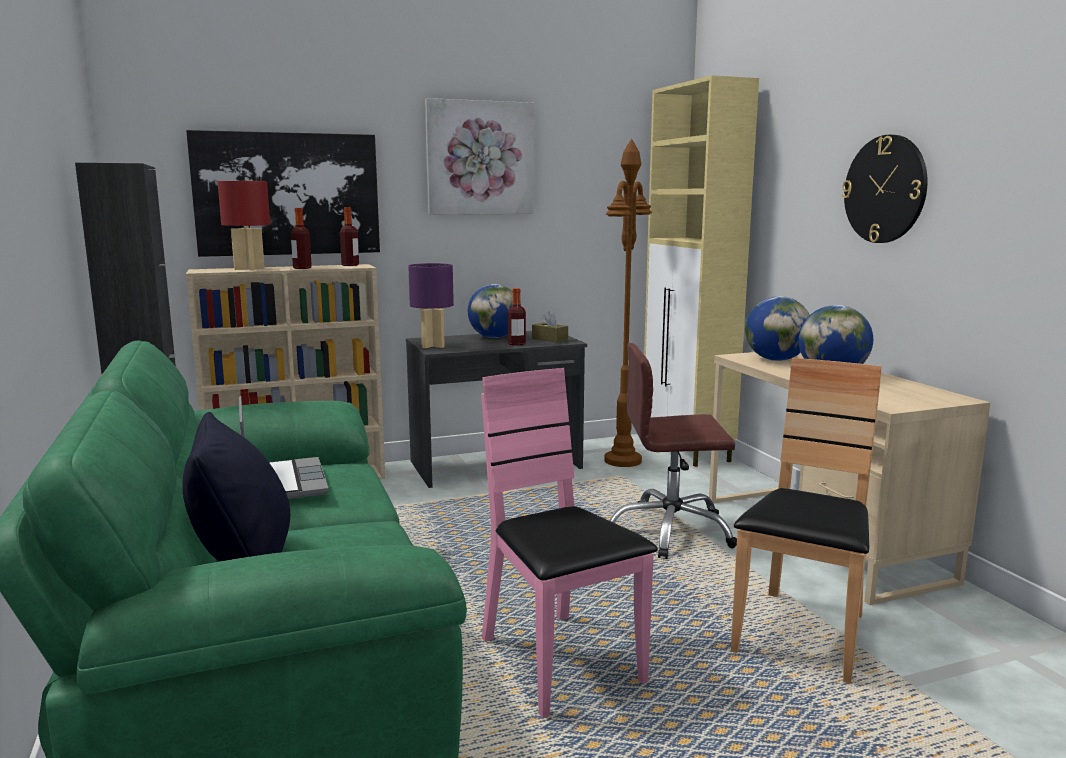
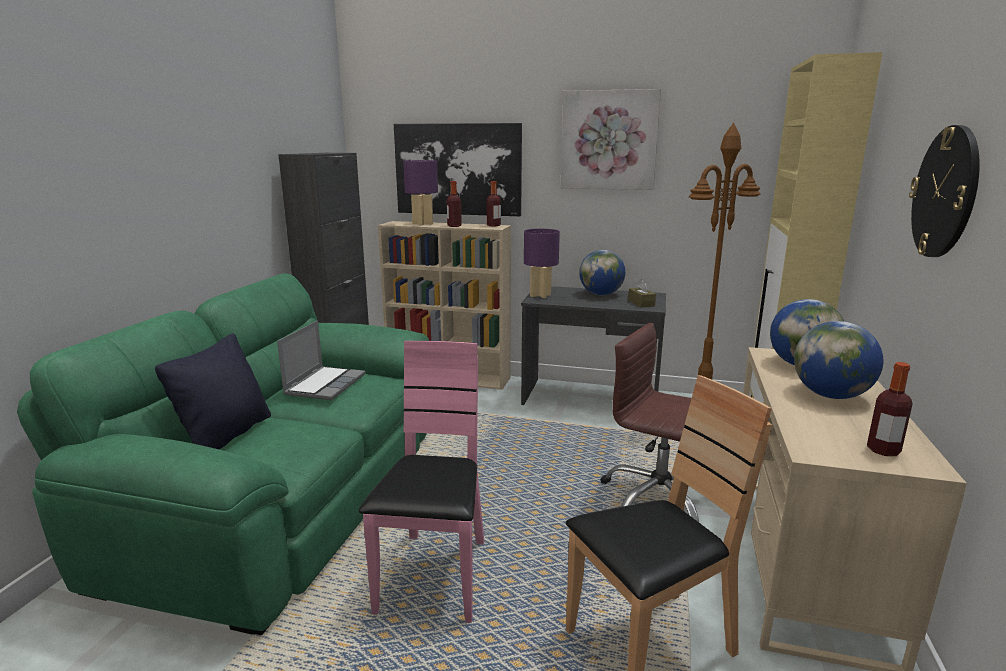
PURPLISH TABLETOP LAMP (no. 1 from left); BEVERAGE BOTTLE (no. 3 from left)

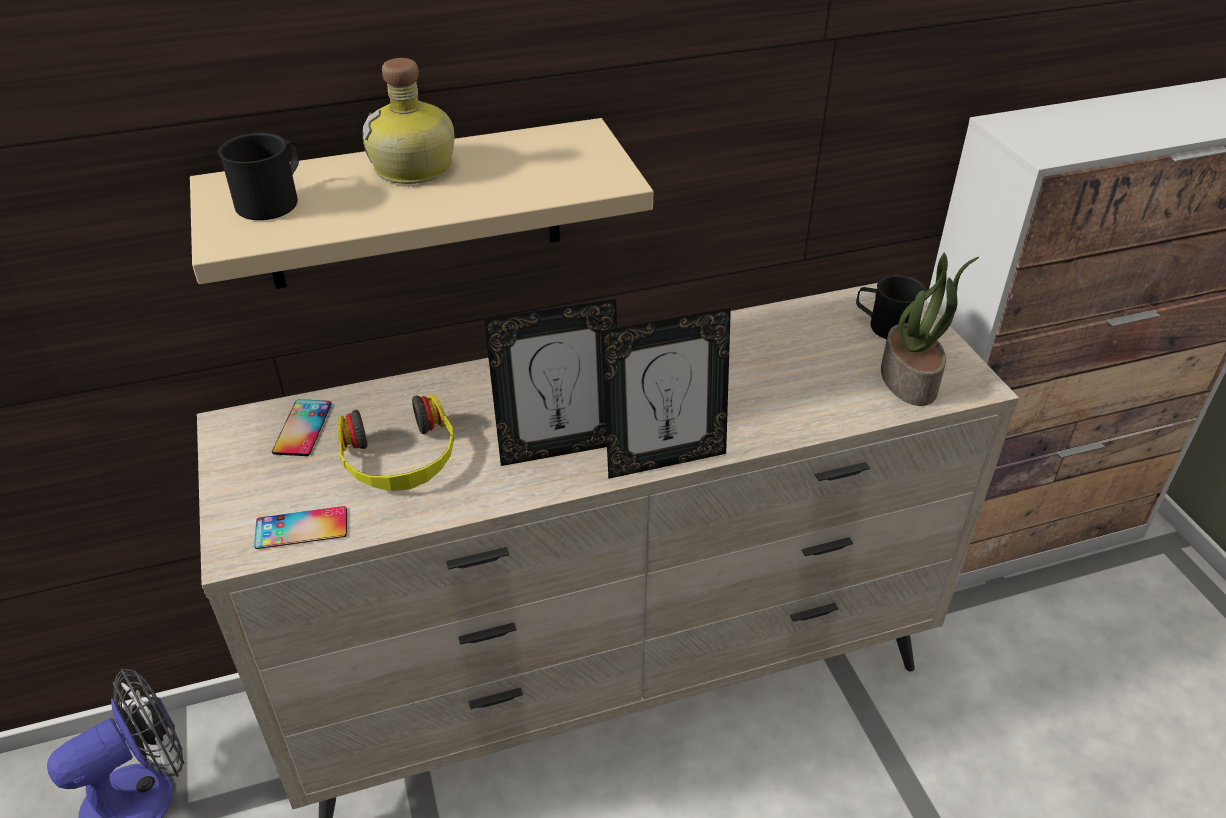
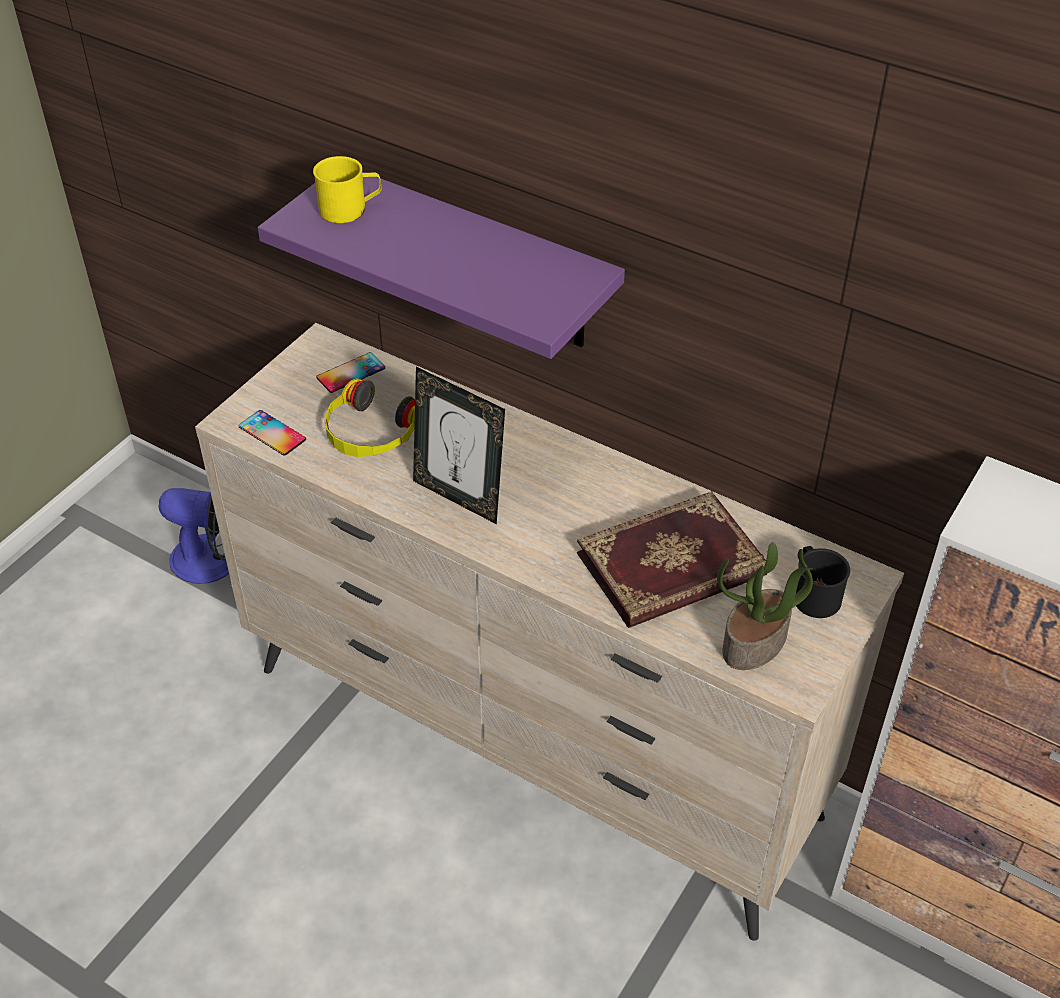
PURPLISH WALL SHELF; YELLOW-COLOURED COFFEE MUG; BEVERAGE BOTTLE; PICTURE FRAME (no. 2 from left in the first image); VOLUME

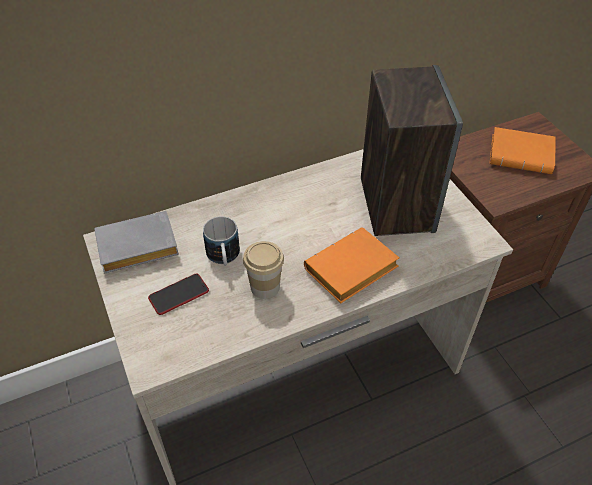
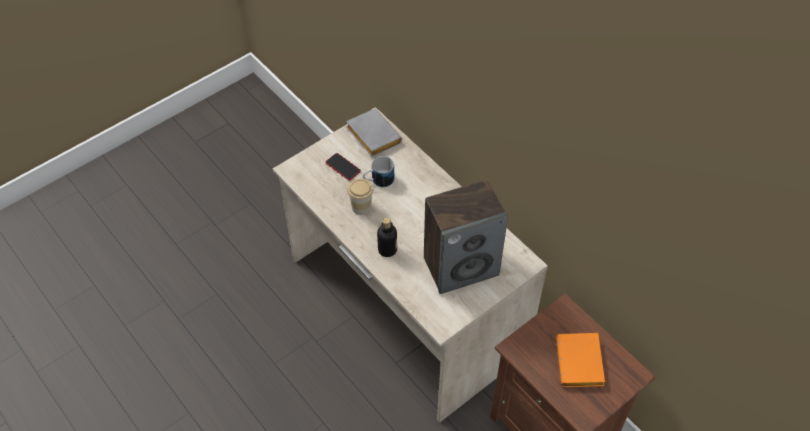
BEVERAGE BOTTLE

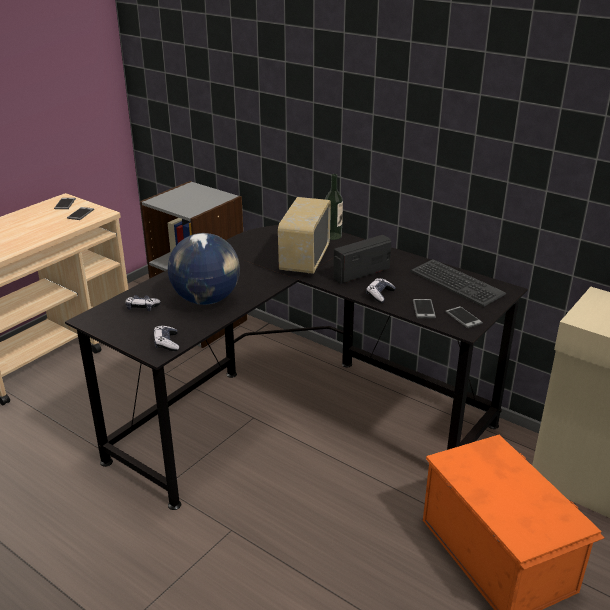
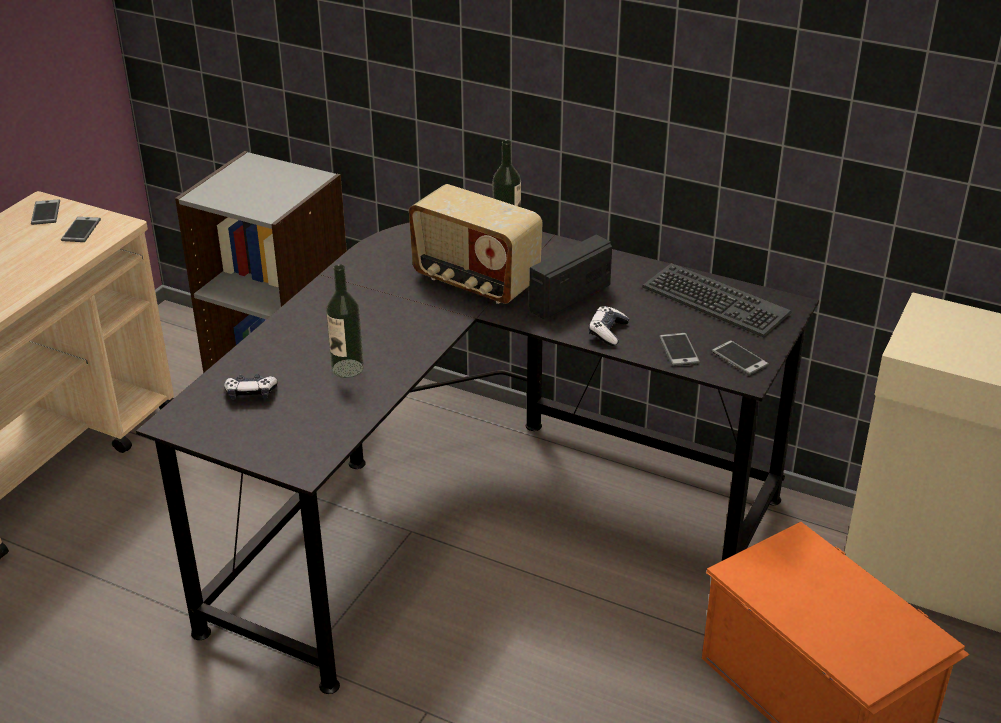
GAME CONTROLLER (no. 2 from left in the first image); BEVERAGE BOTTLE (no. 1 from left); RADIO RECEIVER (no. 1 from left)

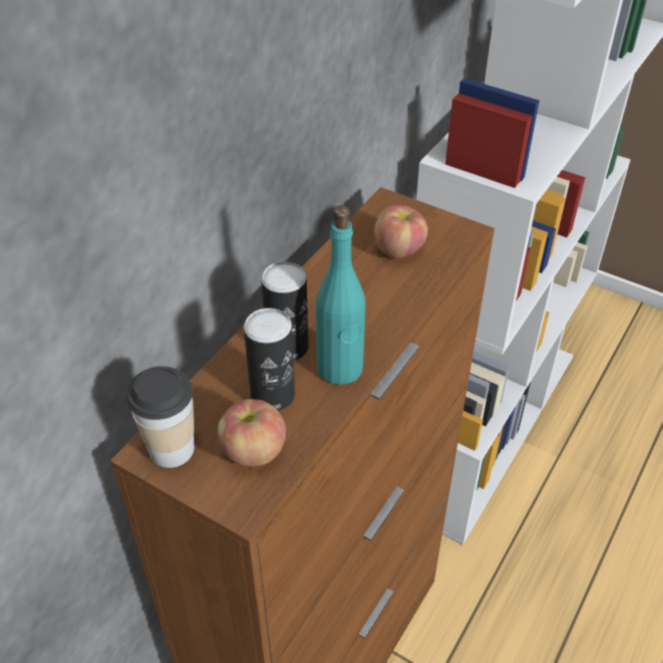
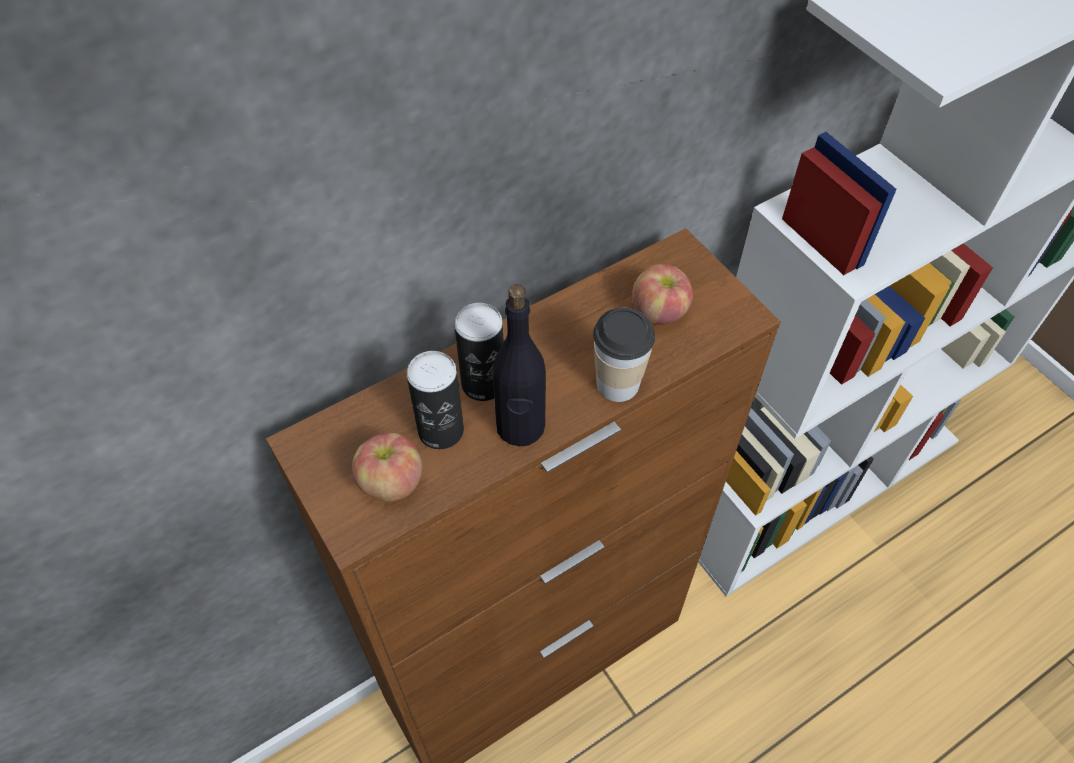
DRINKING CUP; BLACKISH BEVERAGE BOTTLE

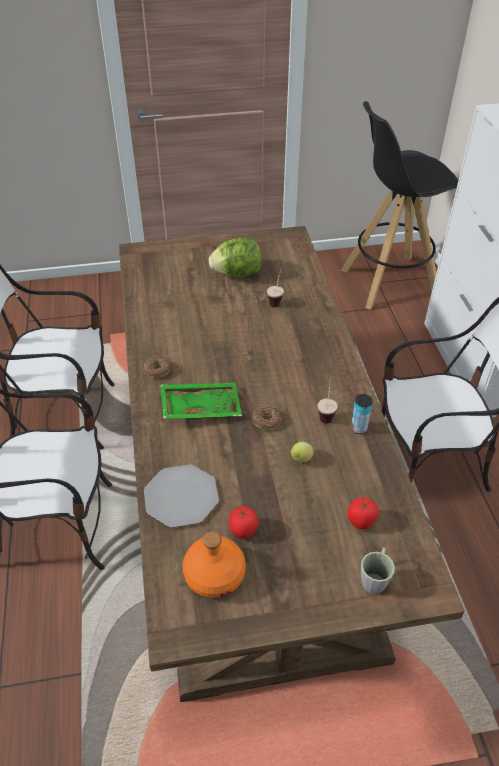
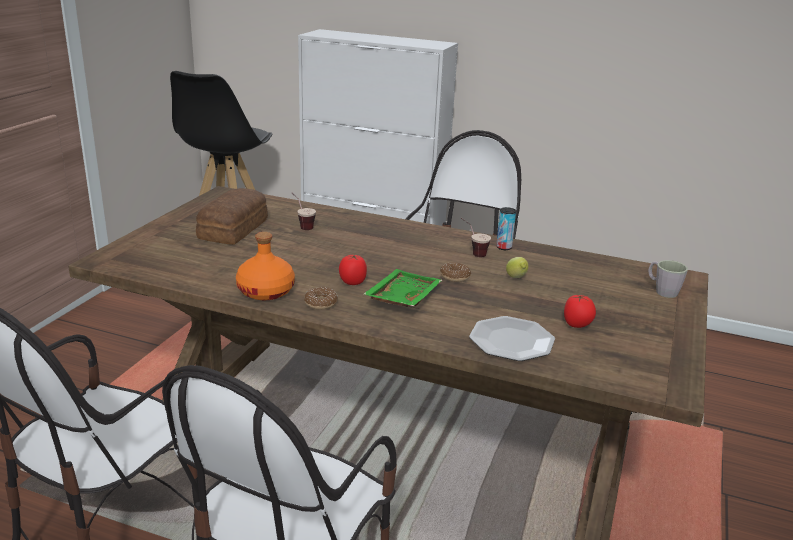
ORANGEY BEVERAGE BOTTLE; BREAD; TOMATO (no. 1 from left)

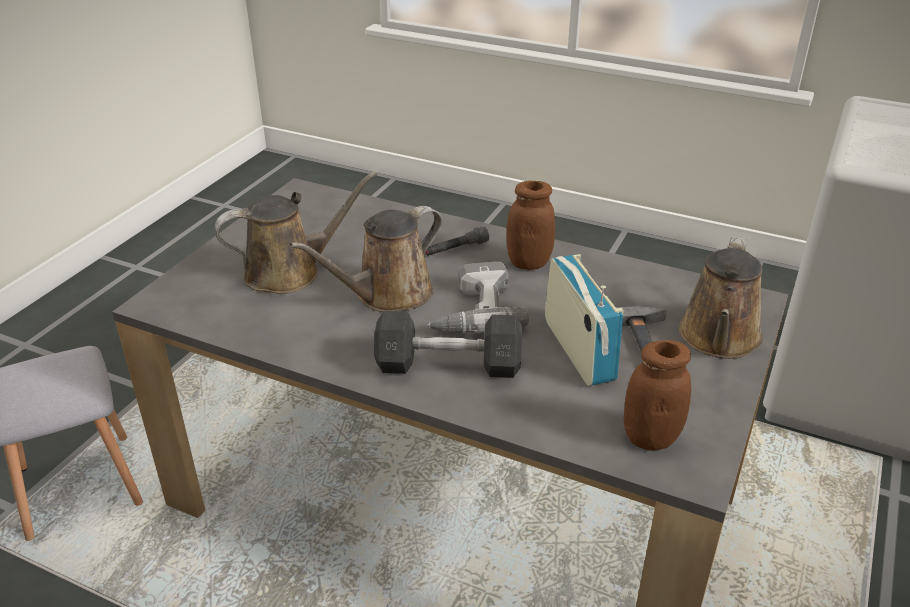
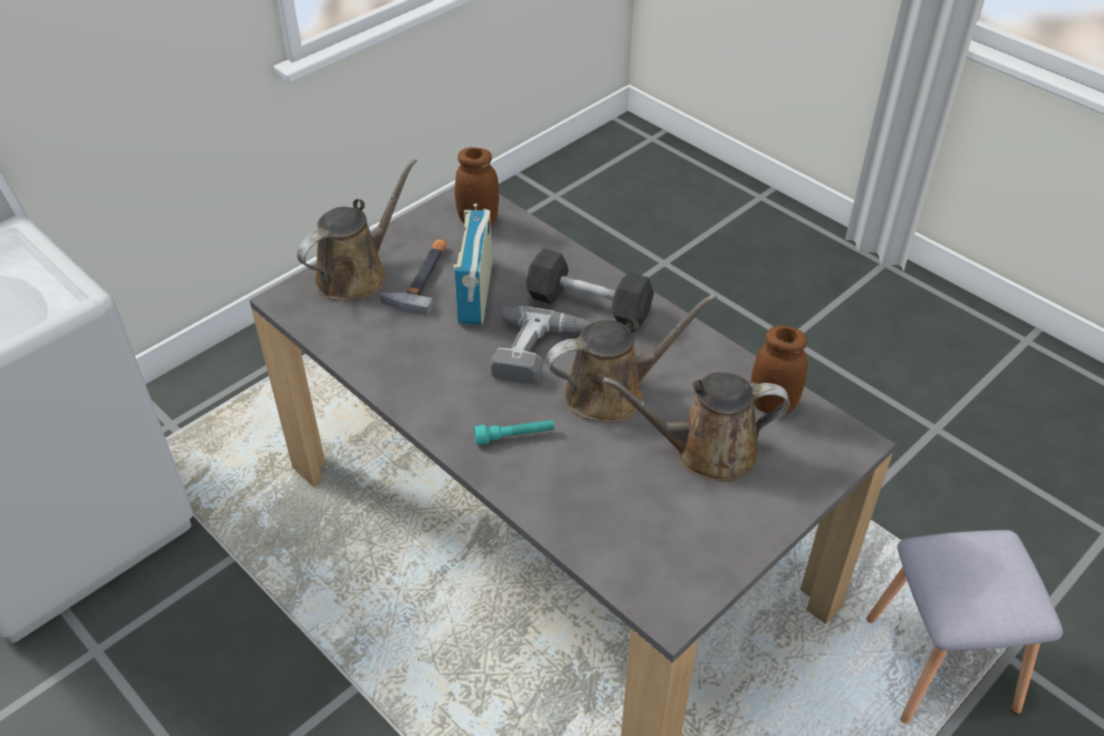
TURQUOISE HAND TORCH; BROWN STORAGE JAR (no. 2 from left)

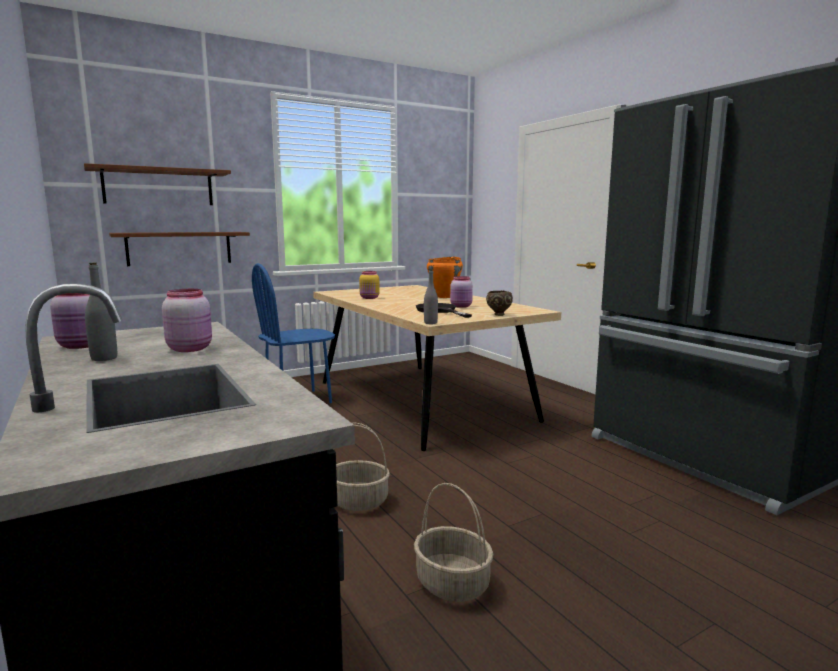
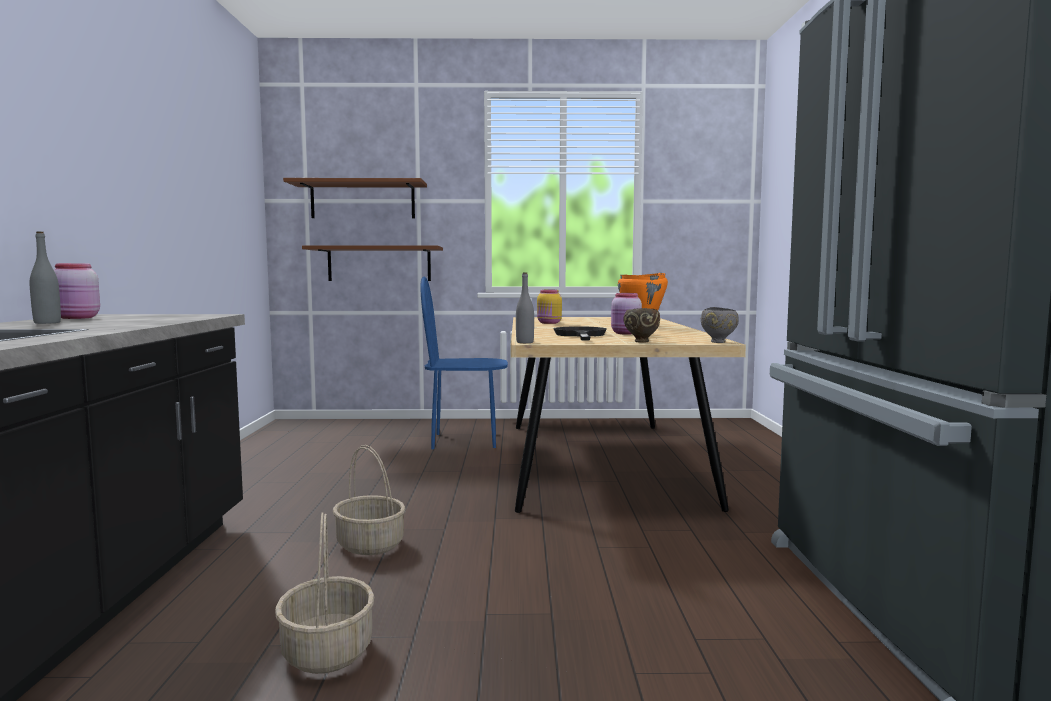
PINKISH STORAGE JAR (no. 2 from left in the first image); GREYISH DEEP DISH

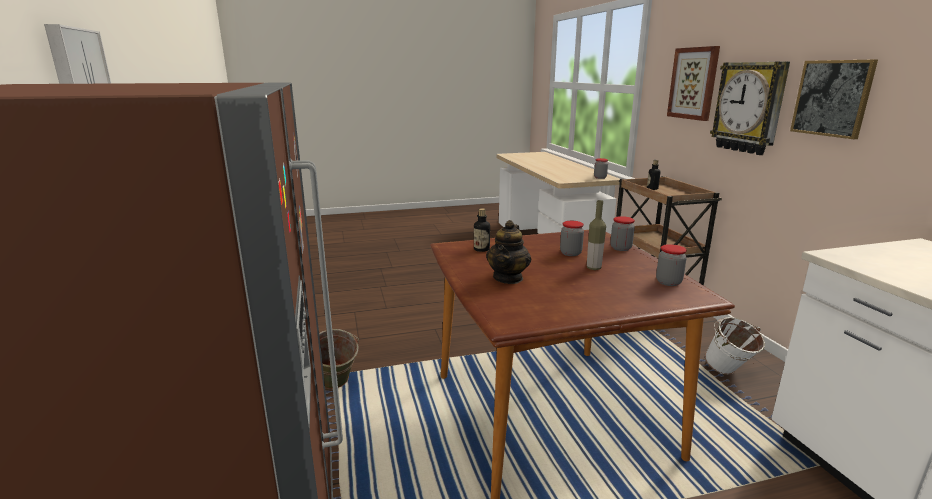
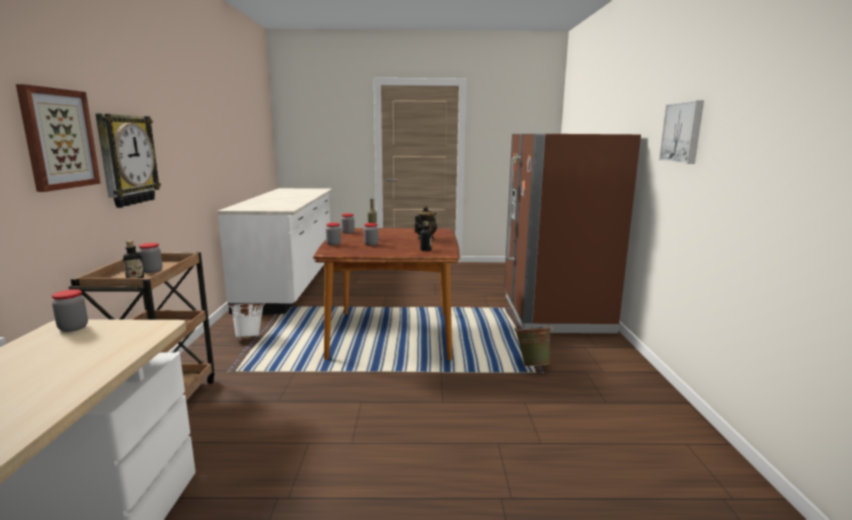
PICTURE (no. 3 from left in the first image); STORAGE JAR (no. 2 from left)

